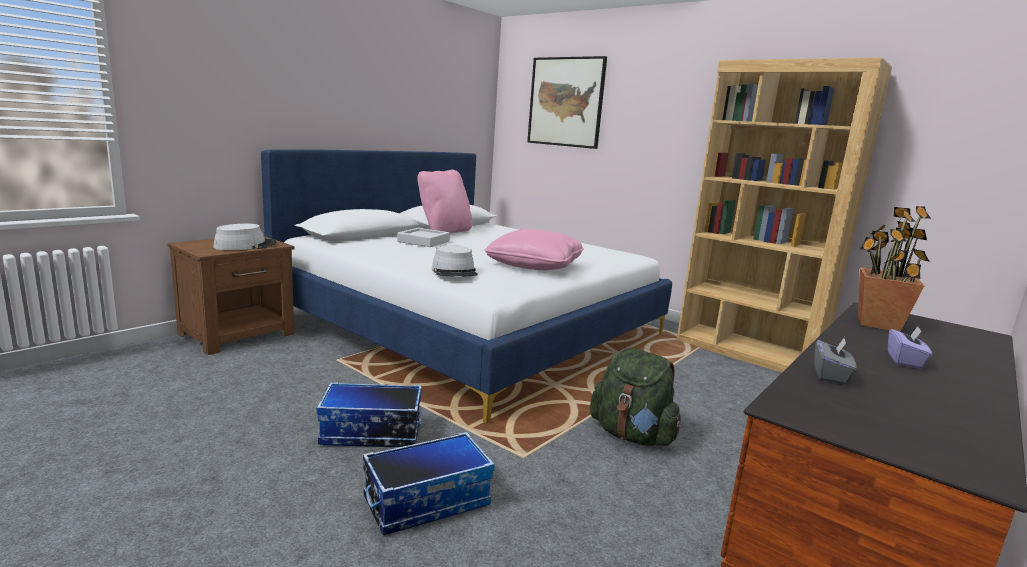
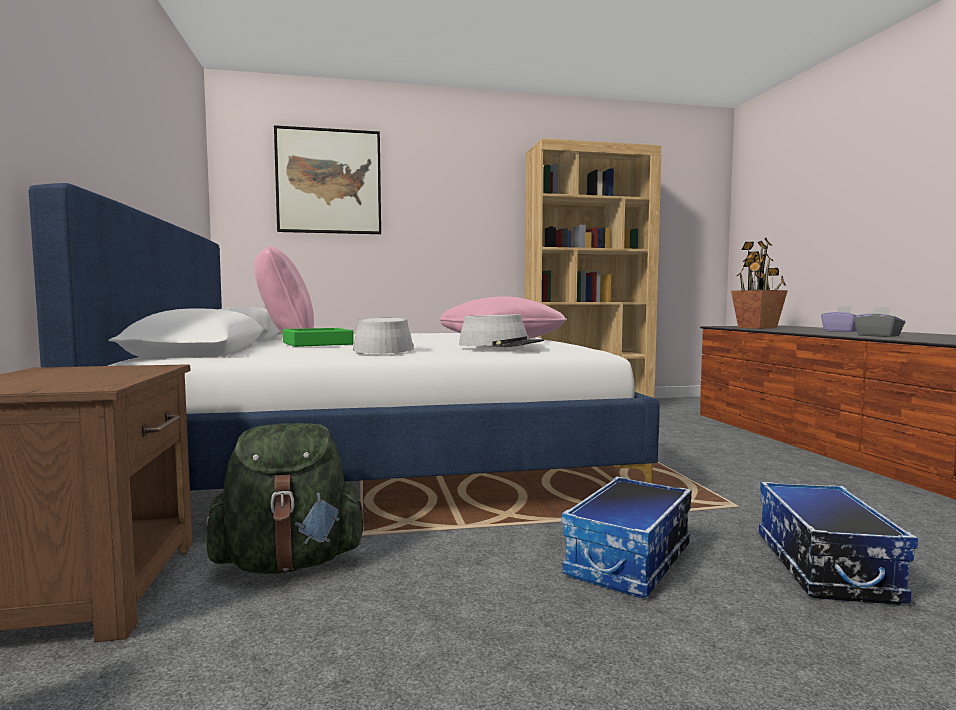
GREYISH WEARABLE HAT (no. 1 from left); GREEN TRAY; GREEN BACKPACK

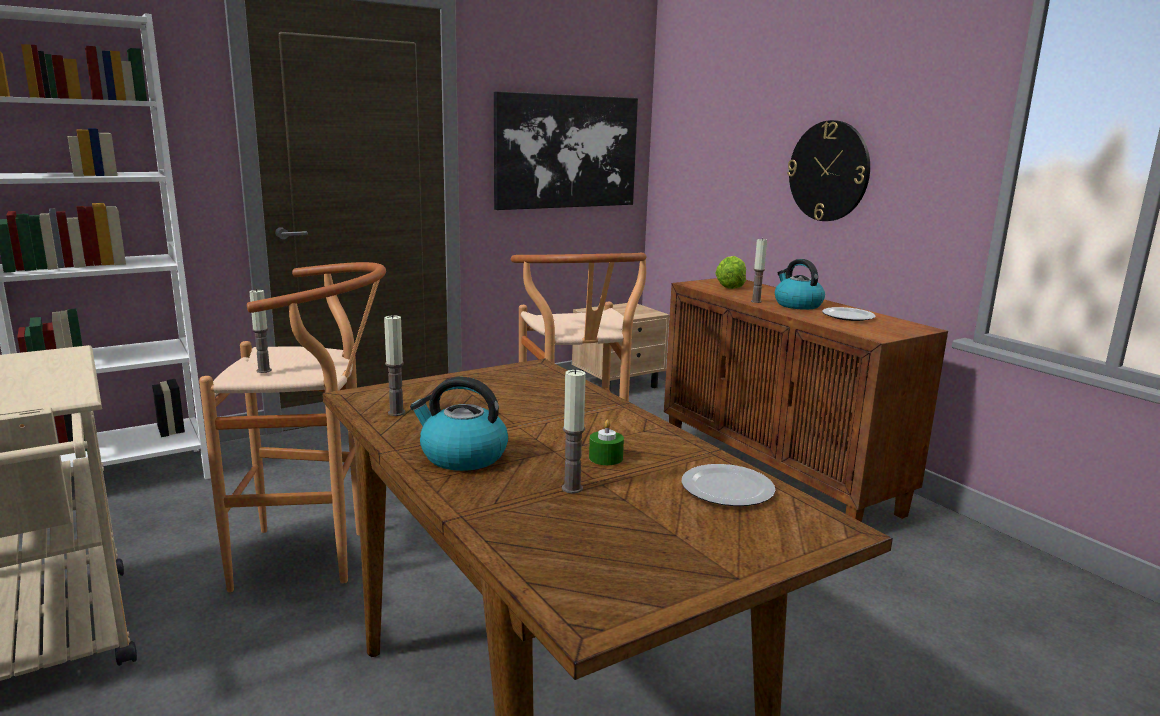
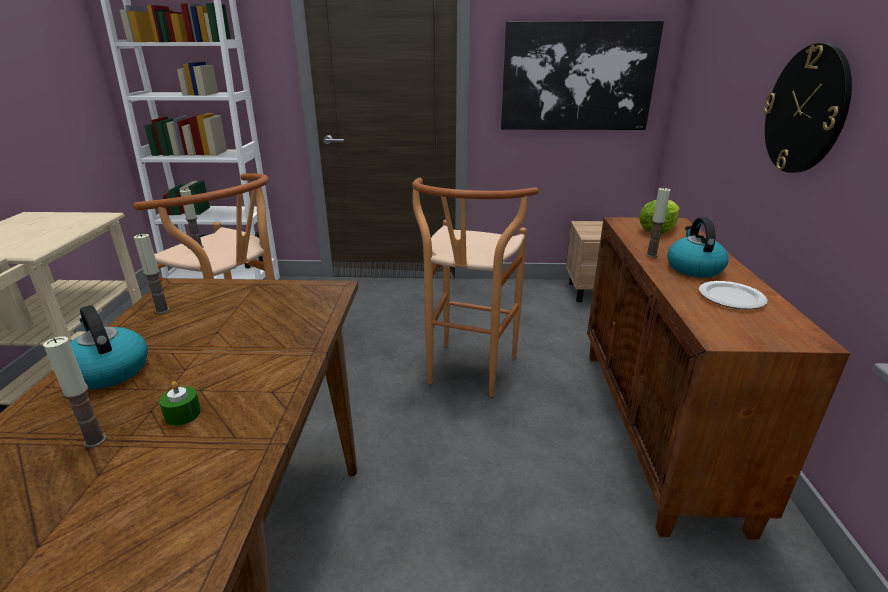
DINNER PLATE (no. 1 from left in the first image)

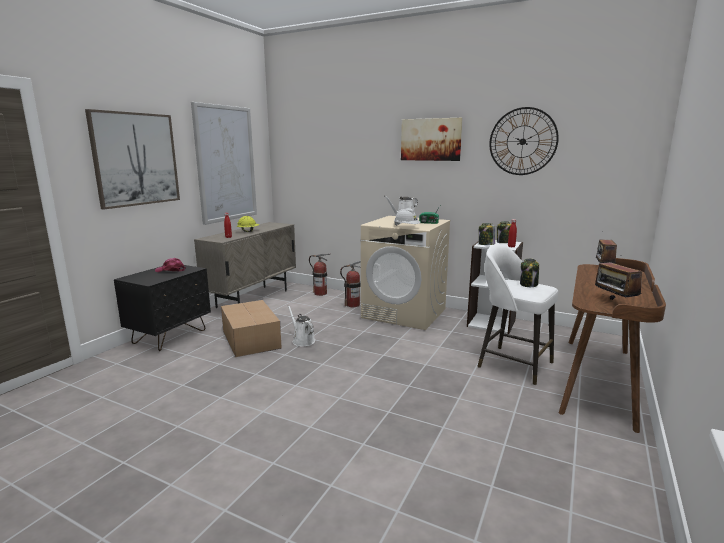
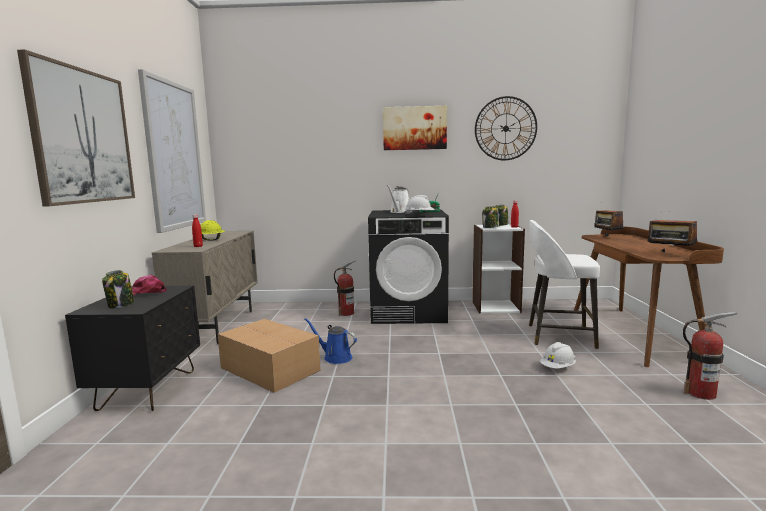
BLUE-COLOURED SPRINKLING CAN; FIRE-FIGHTING CYLINDER (no. 2 from left); BLACKISH LAUNDRY MACHINE; STORAGE JAR (no. 1 from left); WHITE HARD HAT (no. 2 from left)

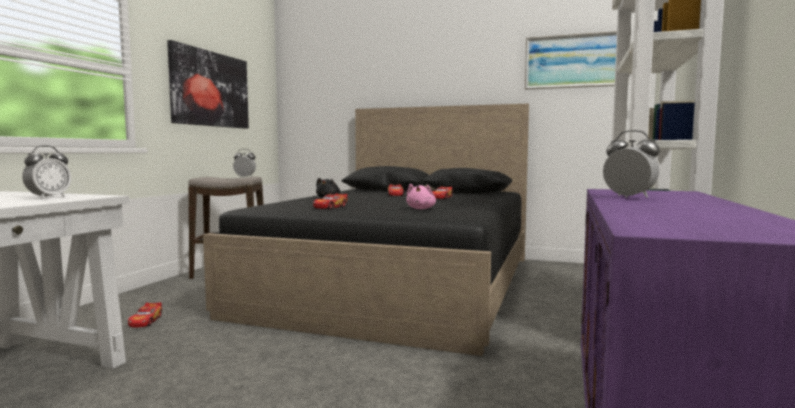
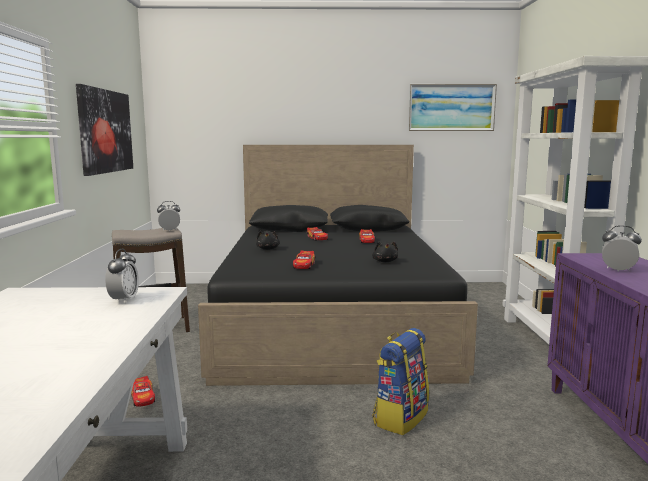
BLACKISH PLUSH TOY (no. 2 from left); BACKPACK

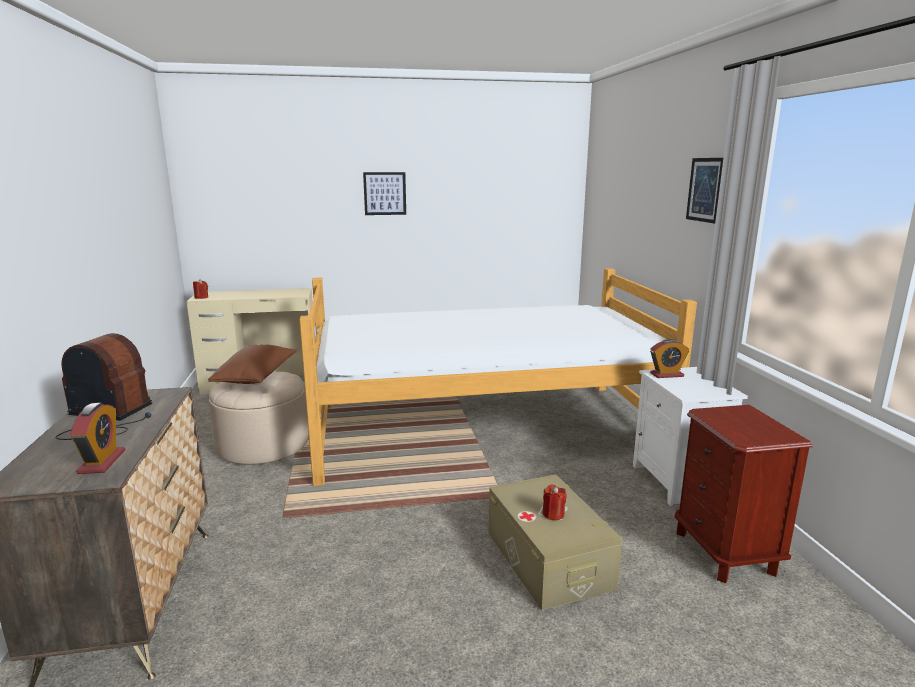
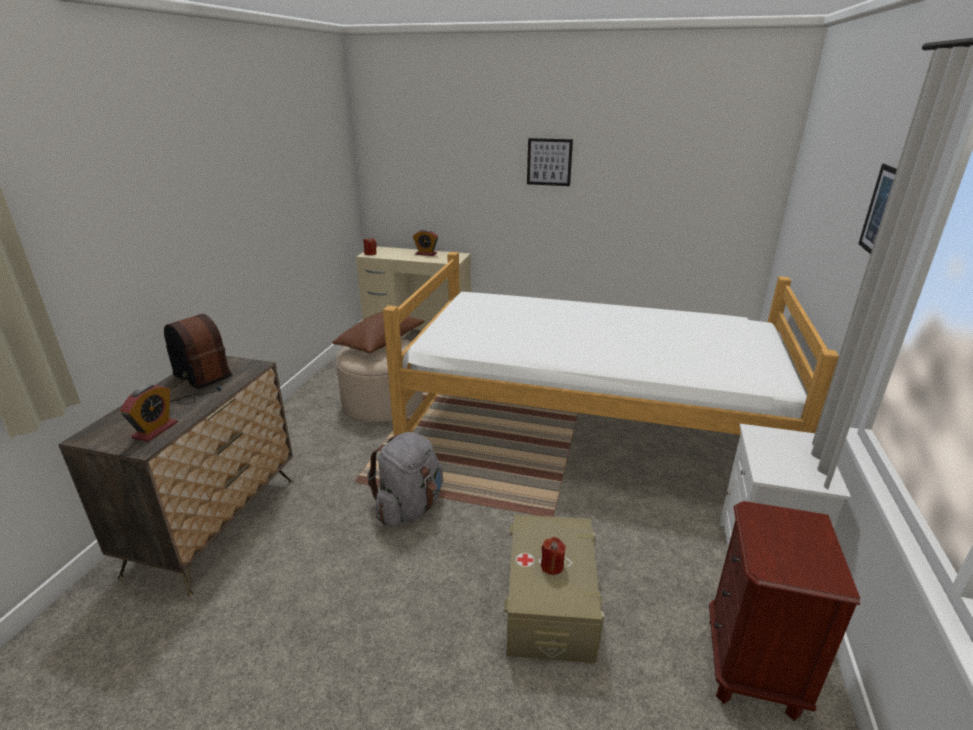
TABLE CLOCK (no. 2 from left); GREYISH BACKPACK

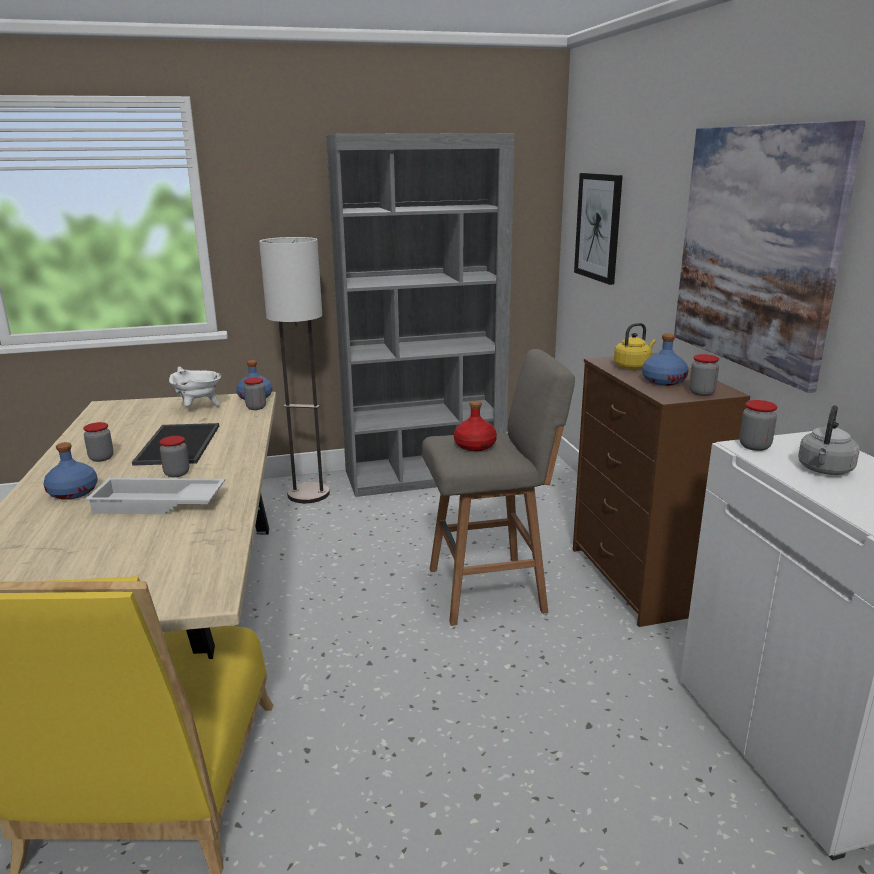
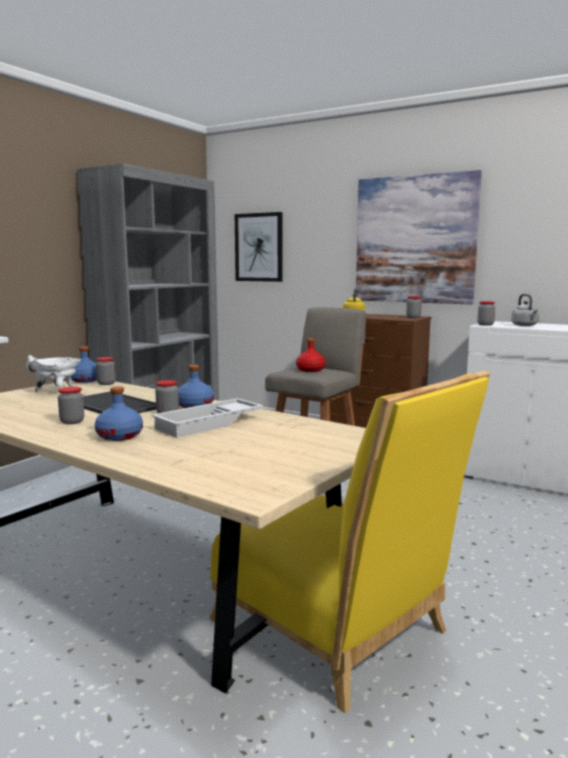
STANDING LAMP; BLUE-COLOURED BEVERAGE BOTTLE (no. 3 from left)

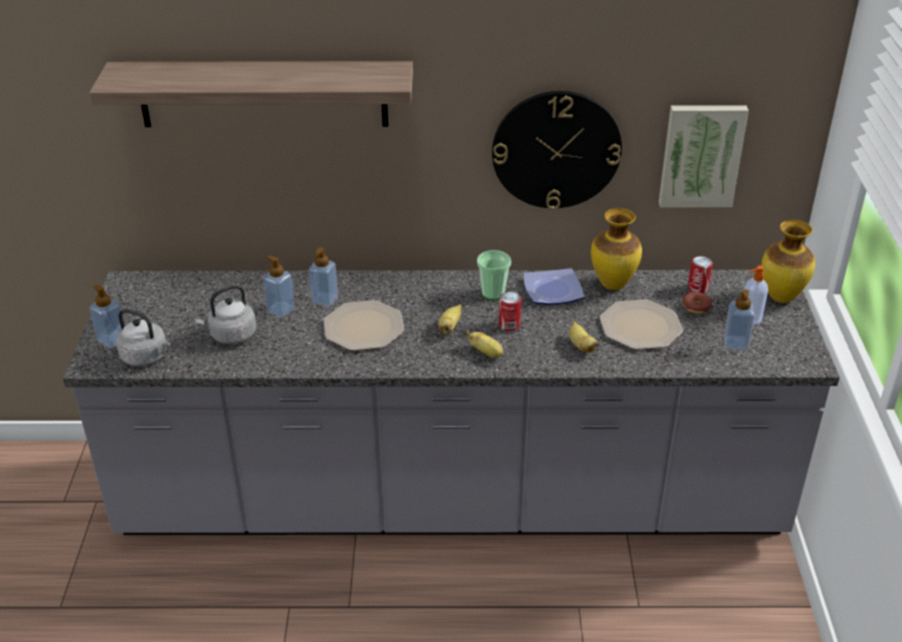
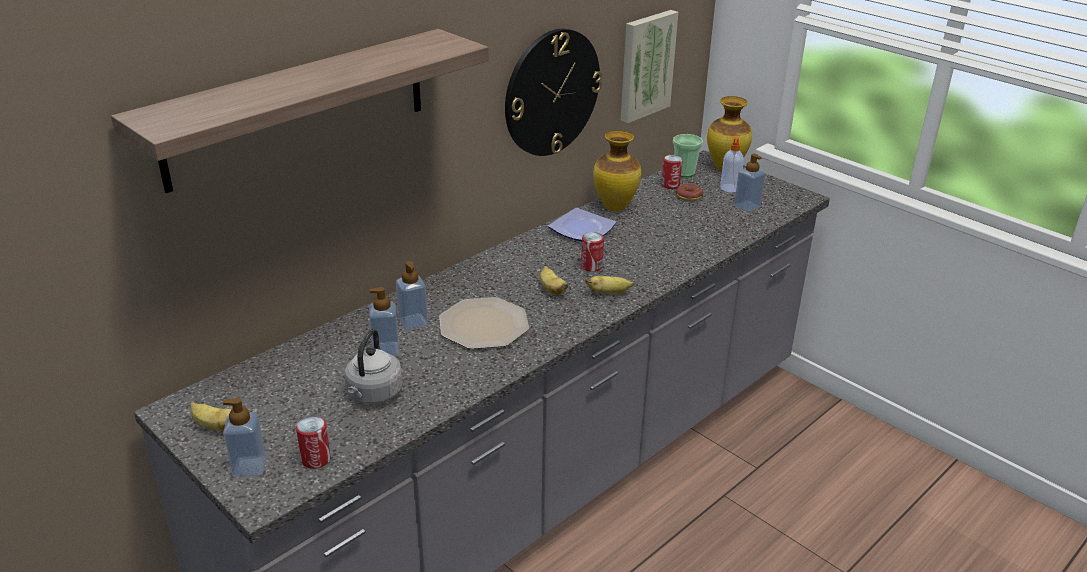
METAL CAN (no. 1 from left); DRINKING CUP; BANANA (no. 1 from left); DINNER PLATE (no. 3 from left in the first image)

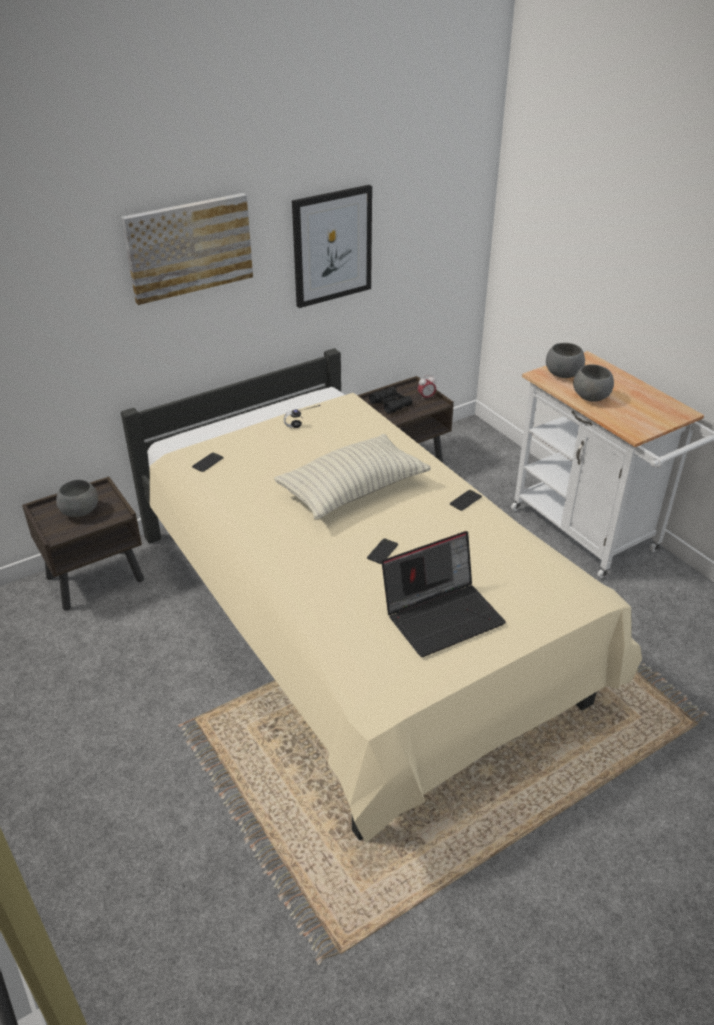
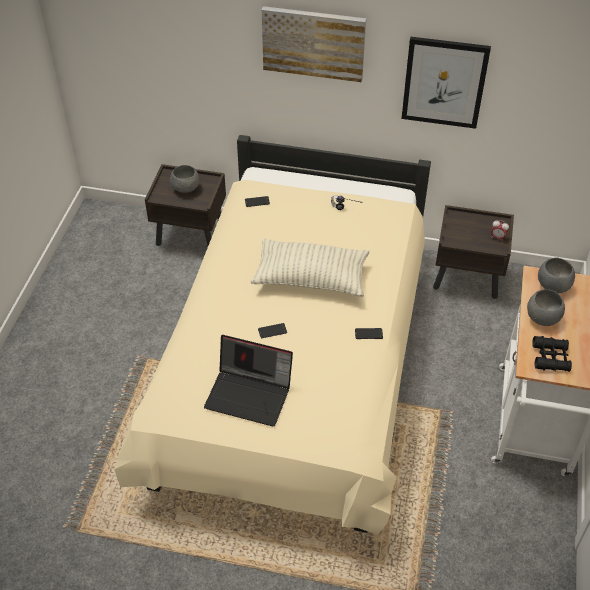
BLACKISH FIELD GLASSES

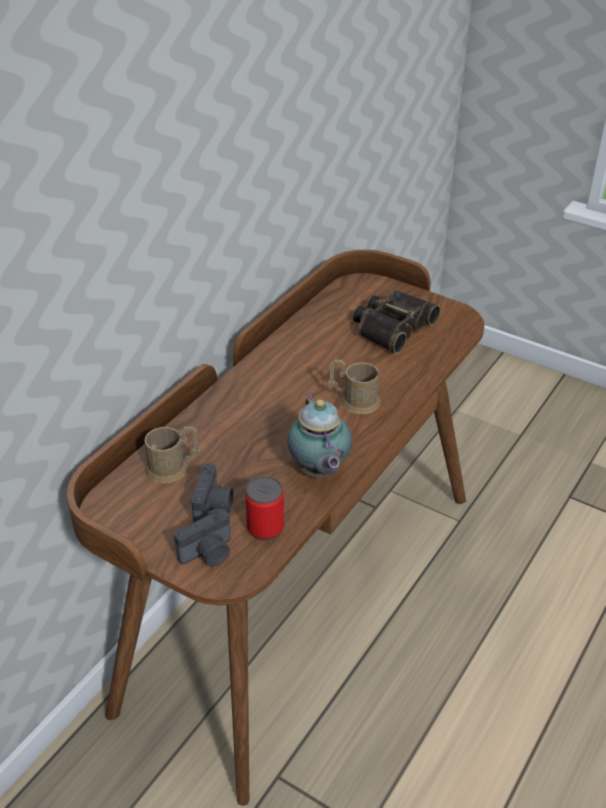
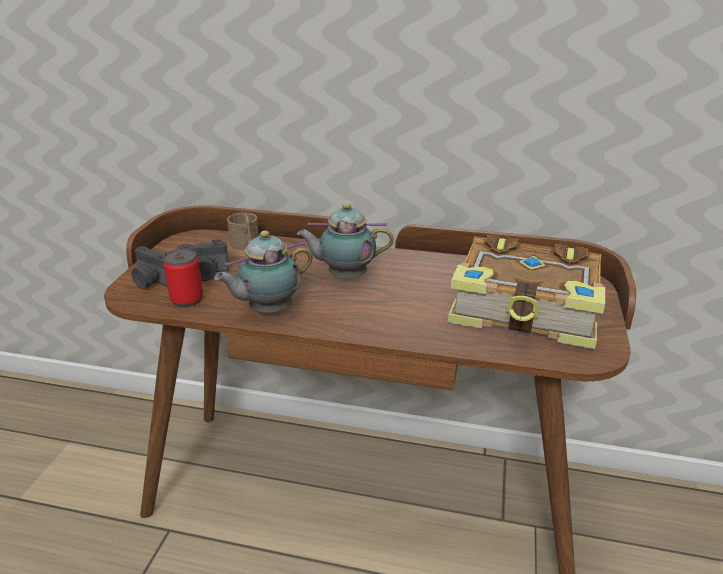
BROWN COFFEE MUG (no. 2 from left in the first image); VOLUME; POT FOR TEA (no. 2 from left)

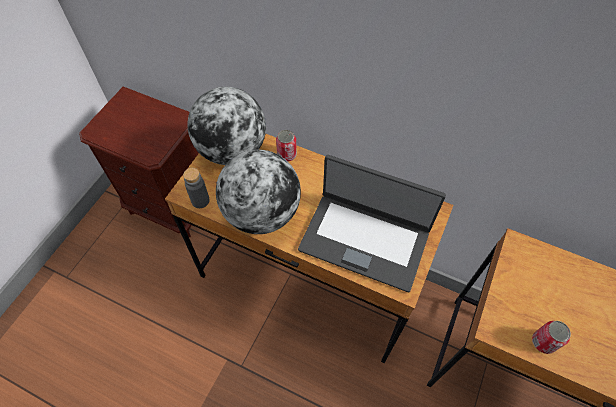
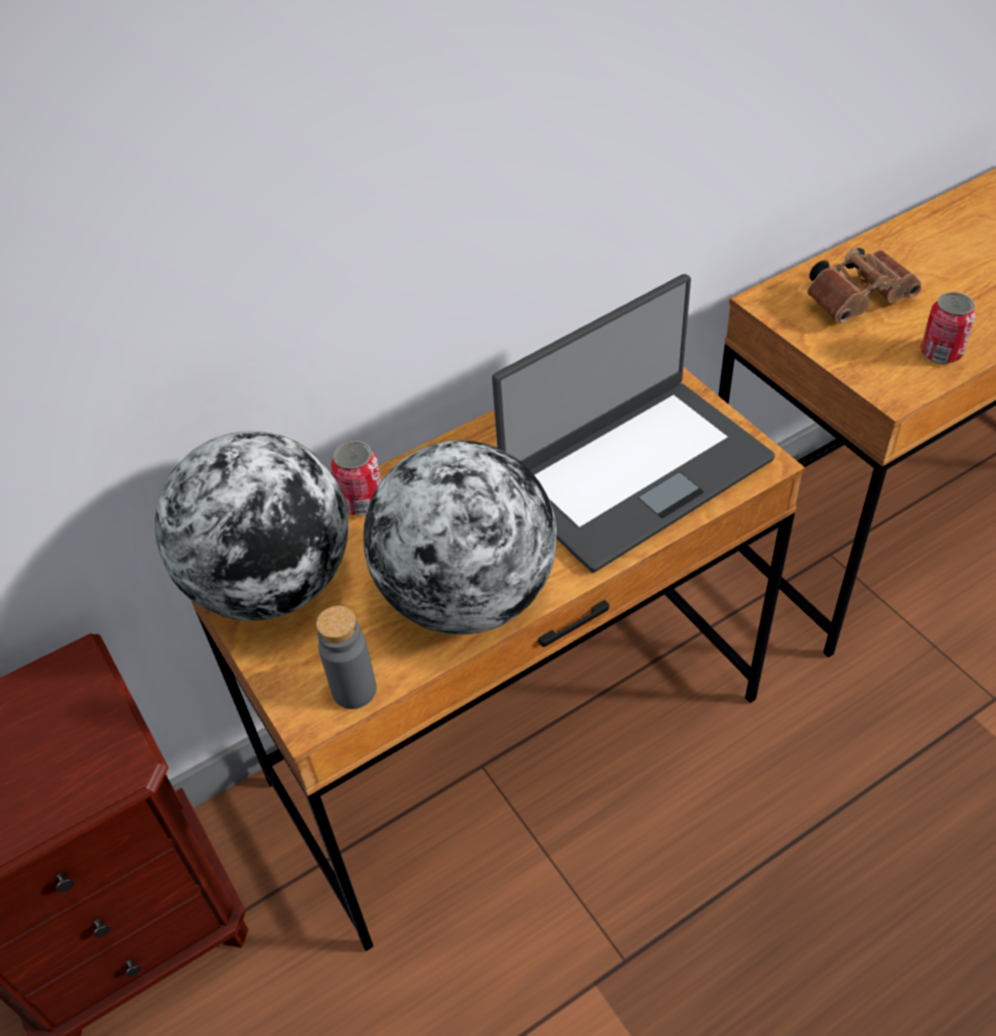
BROWN FIELD GLASSES

